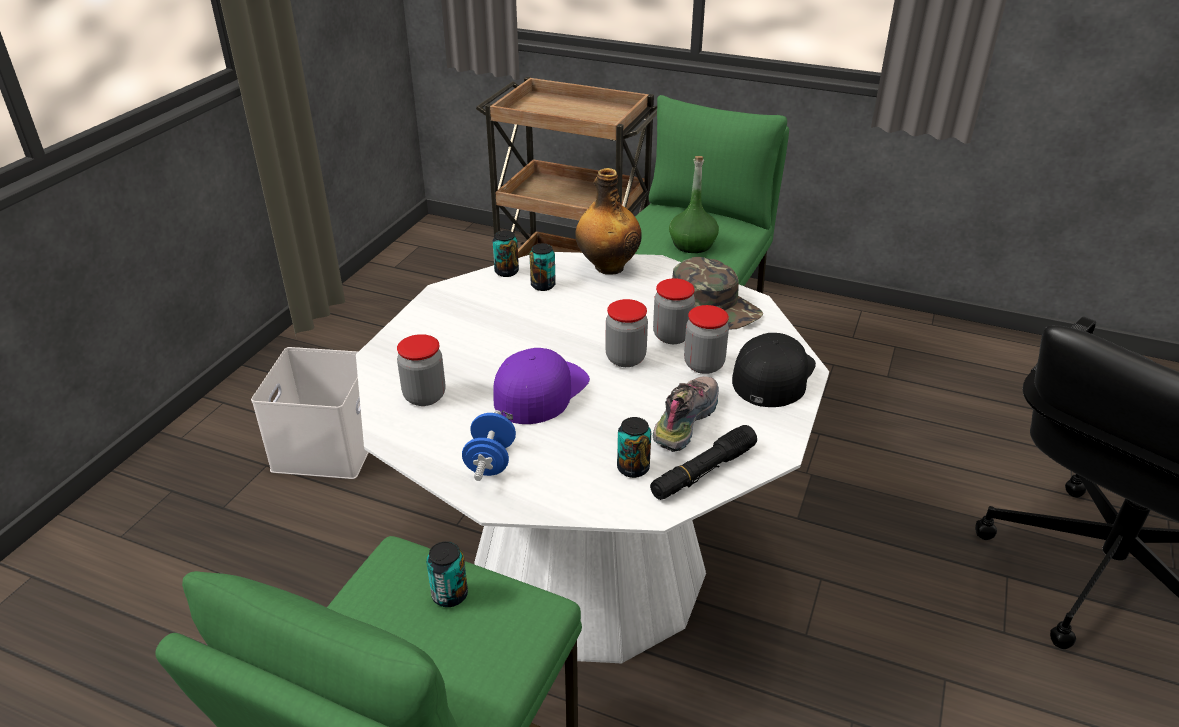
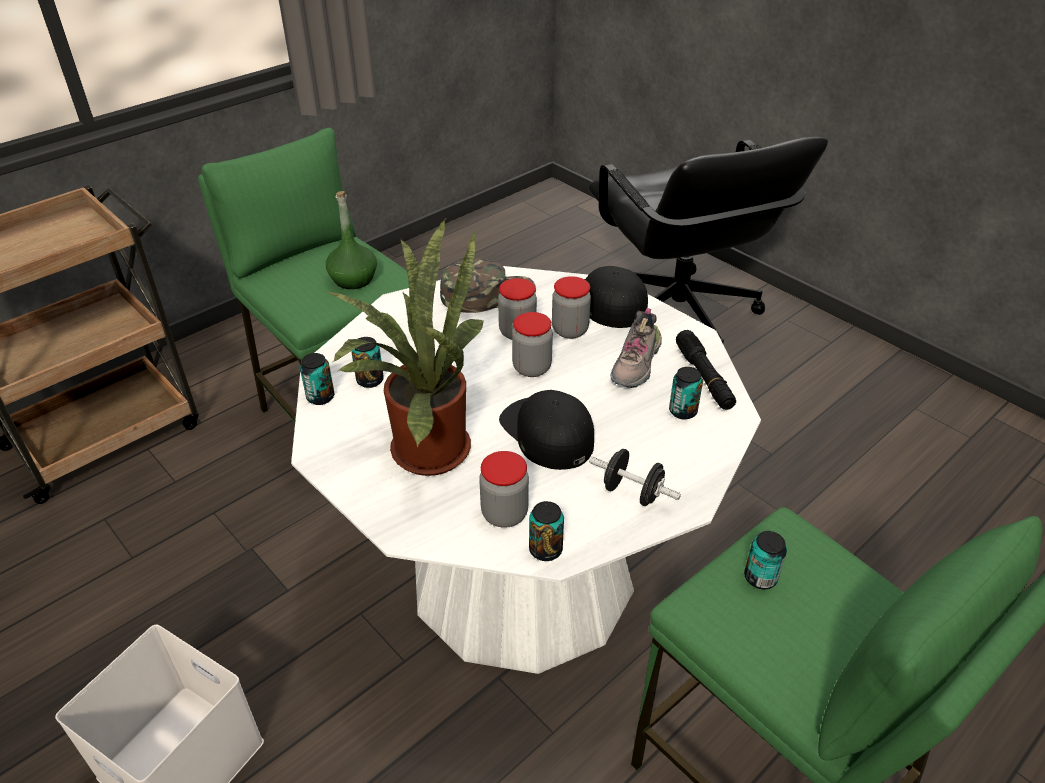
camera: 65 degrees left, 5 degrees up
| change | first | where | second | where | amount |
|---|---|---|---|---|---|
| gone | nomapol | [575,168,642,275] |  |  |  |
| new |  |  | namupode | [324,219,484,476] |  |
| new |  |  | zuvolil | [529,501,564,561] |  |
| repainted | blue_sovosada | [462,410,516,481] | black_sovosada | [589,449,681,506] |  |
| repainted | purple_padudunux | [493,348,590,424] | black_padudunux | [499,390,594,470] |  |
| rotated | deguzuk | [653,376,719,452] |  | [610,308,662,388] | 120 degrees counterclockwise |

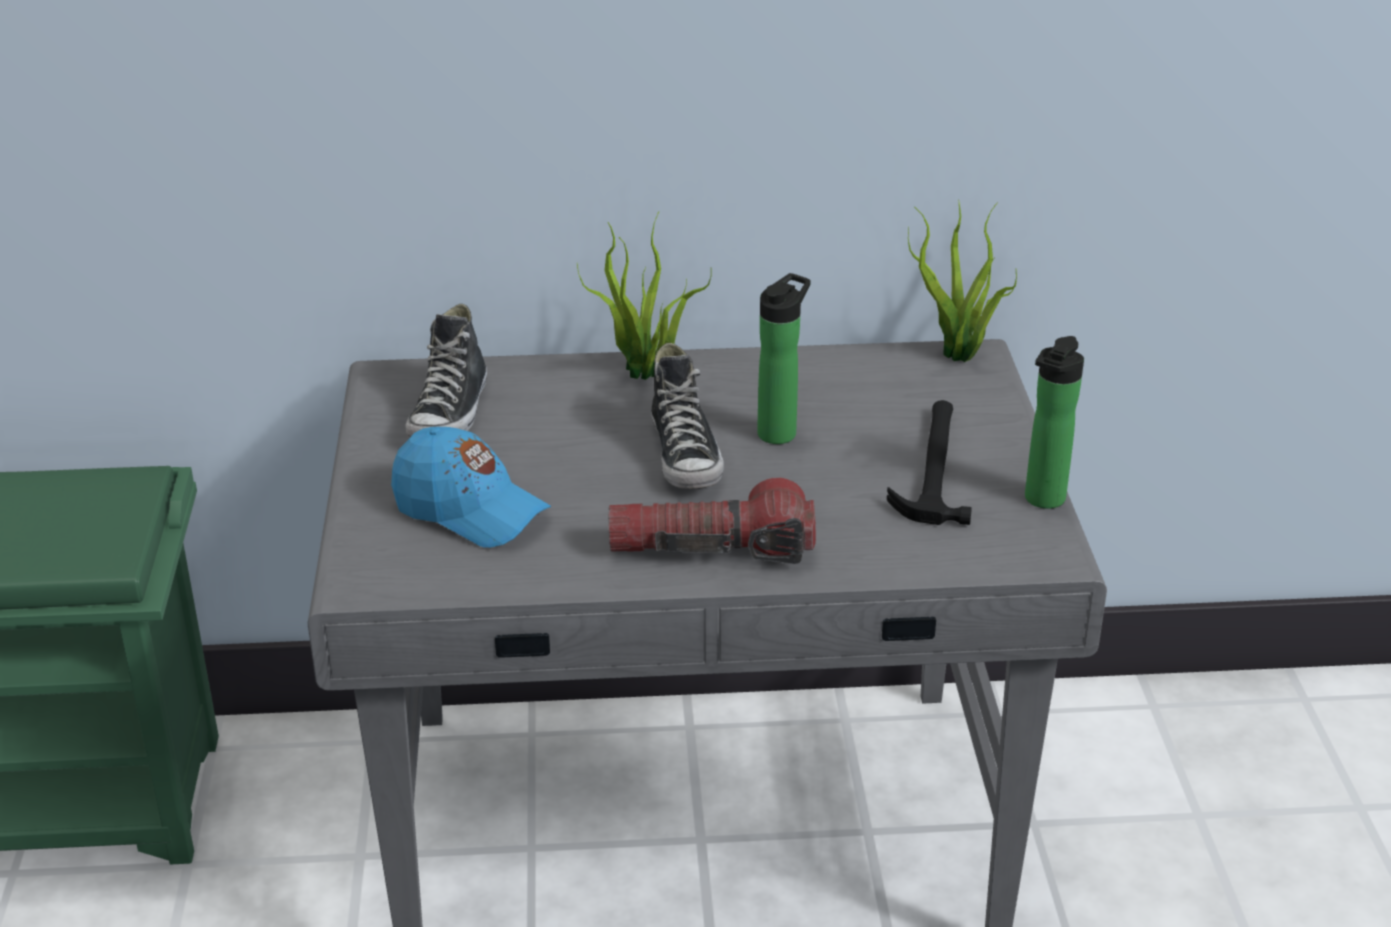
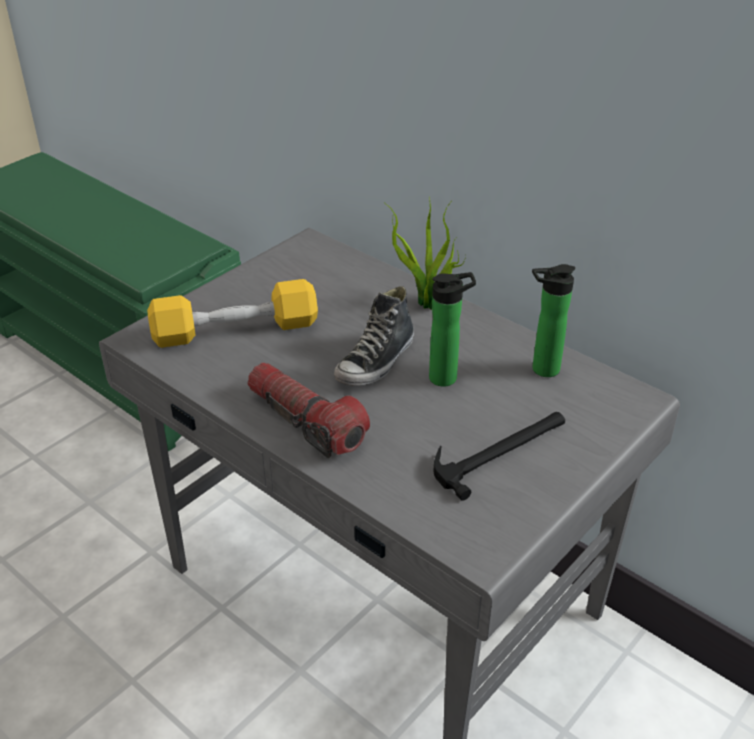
camera: 45 degrees right, 5 degrees up
| change | first | where | second | where | amount |
|---|---|---|---|---|---|
| gone | deguzuk | [406,304,487,439] |  |  |  |
| gone | namupode | [908,202,1017,362] |  |  |  |
| shifted | nomapol | [1025,336,1084,509] |  | [532,264,575,377] |  |
| swapped | blue_padudunux | [391,427,551,548] | yellow_sovosada | [147,279,318,348] |  |

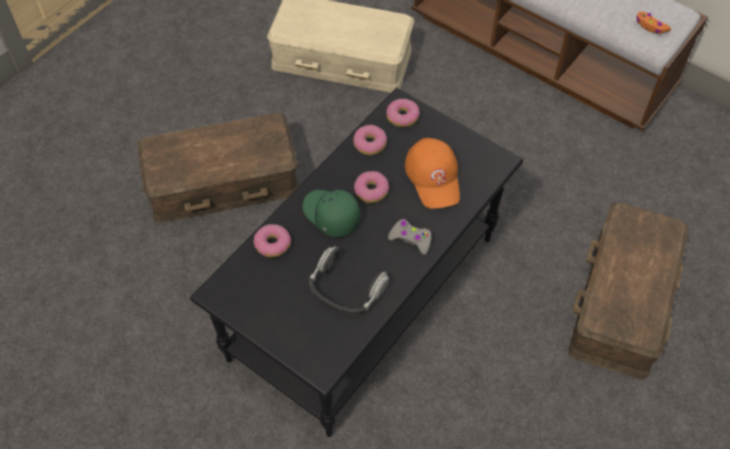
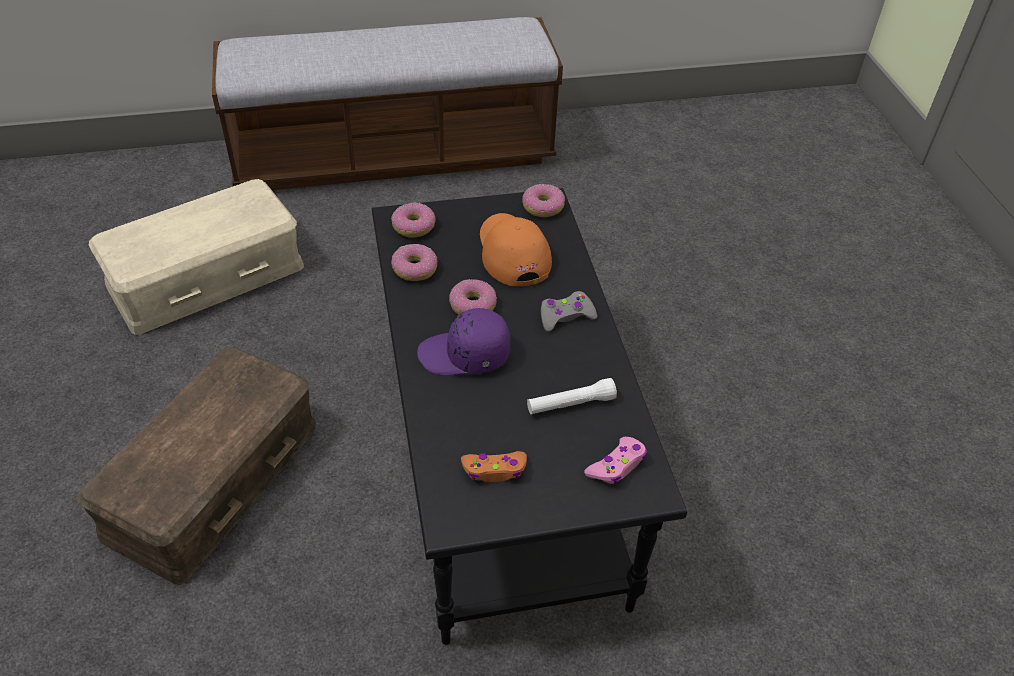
camera: 50 degrees left, 10 degrees down
| change | first | where | second | where | amount |
|---|---|---|---|---|---|
| gone | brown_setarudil | [568,203,688,380] |  |  |  |
| new |  |  | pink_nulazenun | [584,437,647,484] |  |
| shifted | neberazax | [254,224,291,257] |  | [522,184,565,217] |  |
| shifted | orange_nulazenun | [636,11,671,34] |  | [461,451,527,482] |  |
| swapped | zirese | [309,246,389,314] | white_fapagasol | [527,378,617,415] |  |
| repainted | green_padudunux | [302,189,360,237] | purple_padudunux | [417,308,510,376] |  |
| rotated | orange_padudunux | [405,138,460,209] |  | [480,213,552,286] | 135 degrees counterclockwise |

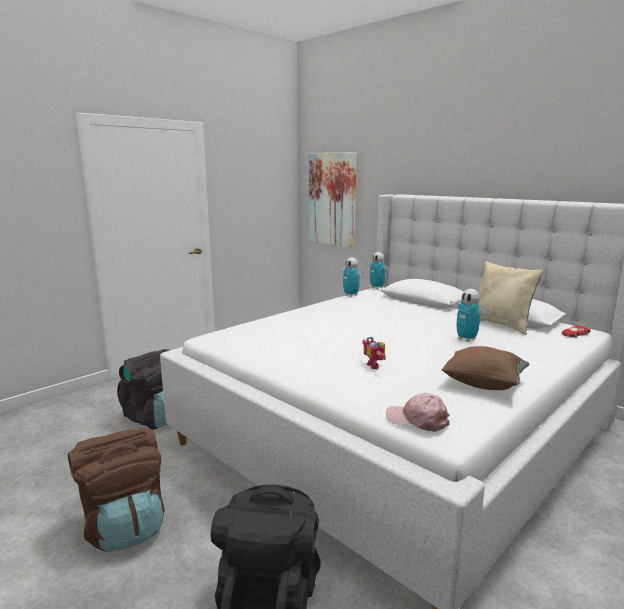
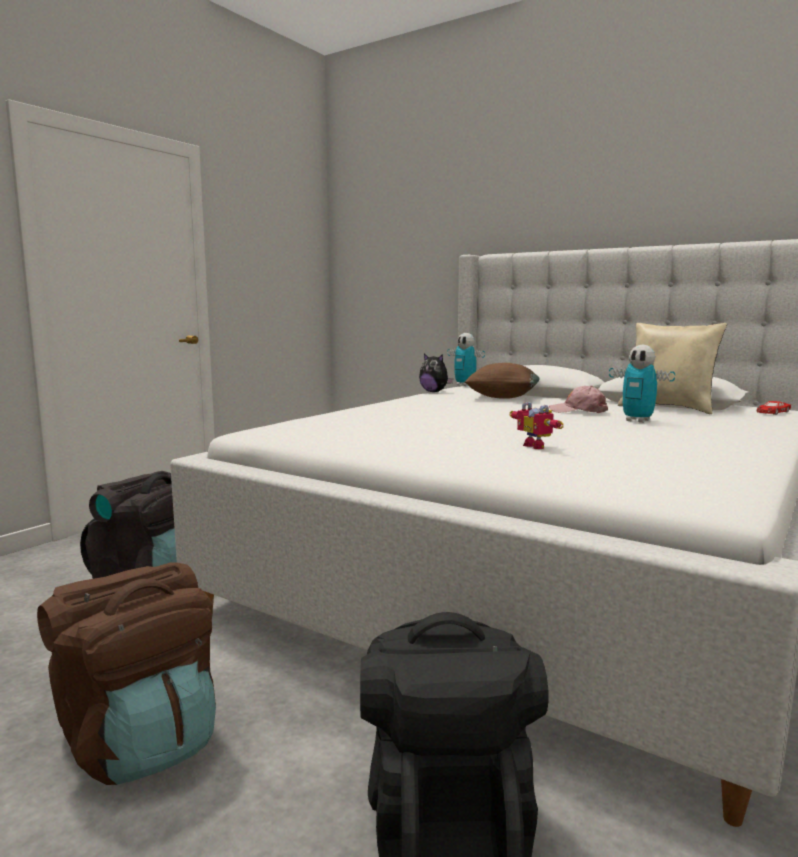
camera: 10 degrees left, 5 degrees down
| change | first | where | second | where | amount |
|---|---|---|---|---|---|
| gone | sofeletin | [309,152,357,248] |  |  |  |
| shifted | pink_padudunux | [386,393,450,432] |  | [549,386,608,413] |  |
| shifted | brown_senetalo | [441,346,530,390] |  | [465,363,540,399] |  |
| swapped | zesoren | [340,257,364,297] | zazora | [419,353,453,392] |  |

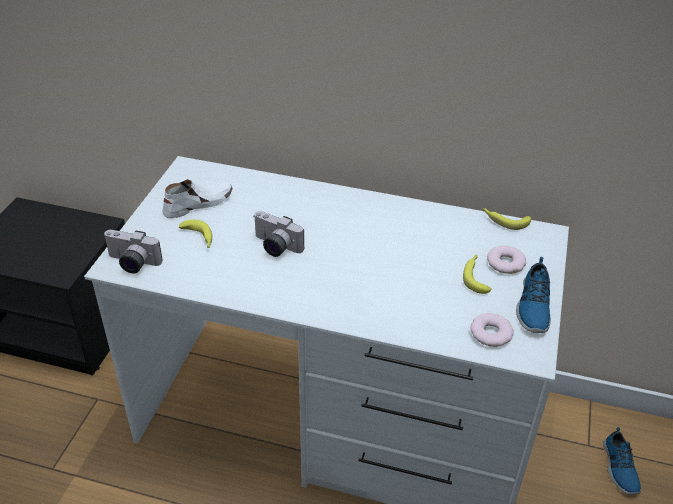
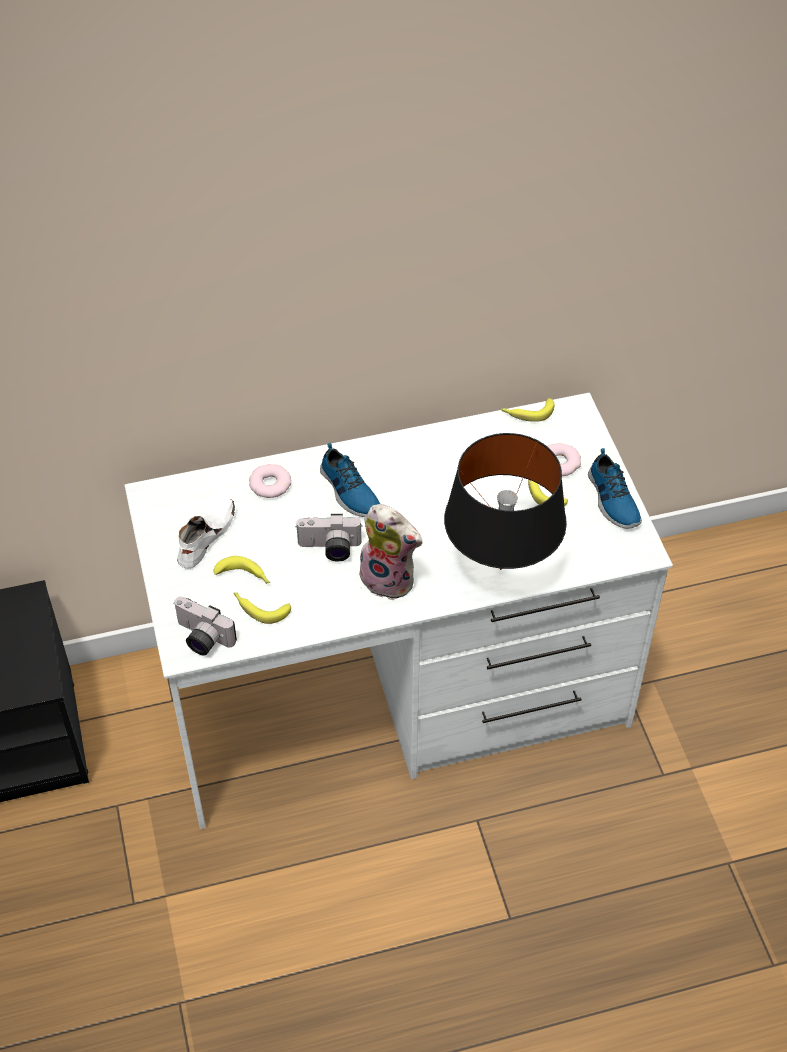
camera: 30 degrees left, 10 degrees up
| change | first | where | second | where | amount |
|---|---|---|---|---|---|
| new |  |  | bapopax | [233,592,291,624] |  |
| new |  |  | zazora | [358,504,422,600] |  |
| new |  |  | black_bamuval | [444,433,567,570] |  |
| shifted | neberazax | [470,313,514,347] |  | [249,464,291,498] |  |
| shifted | deguzuk | [603,427,641,495] |  | [320,443,380,517] |  |
| rotated | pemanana | [103,230,163,273] |  | [173,597,237,656] | 45 degrees clockwise |

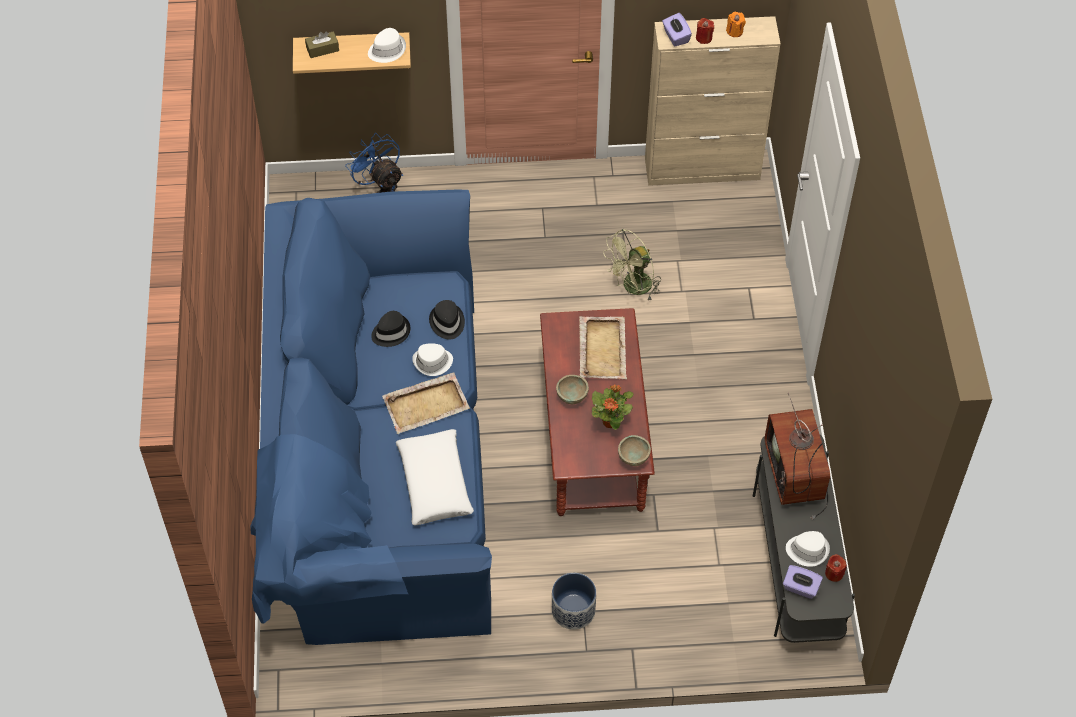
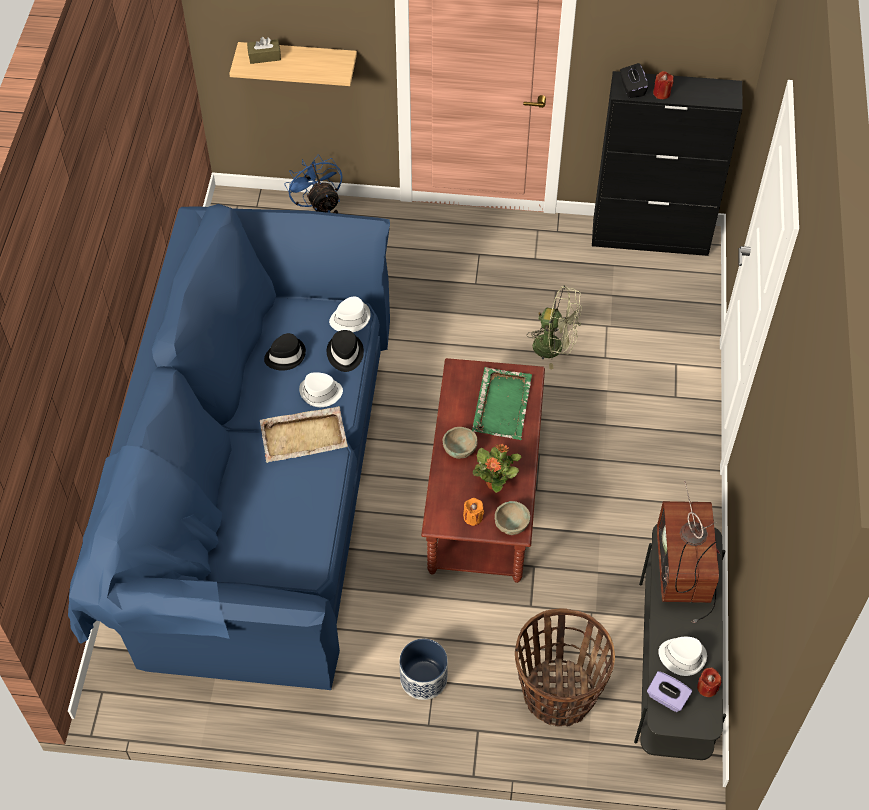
camera: 10 degrees right, 0 degrees up
| change | first | where | second | where | amount |
|---|---|---|---|---|---|
| gone | white_senetalo | [396,429,474,525] |  |  |  |
| new |  |  | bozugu | [515,608,615,727] |  |
| shifted | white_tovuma | [368,28,406,63] |  | [329,296,371,332] |  |
| shifted | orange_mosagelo | [726,12,746,37] |  | [463,498,484,526] |  |
| repainted | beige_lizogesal | [579,316,627,379] | green_lizogesal | [472,367,532,440] |  |
| repainted | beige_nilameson | [645,16,781,186] | black_nilameson | [592,71,743,256] |  |
| repainted | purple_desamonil | [662,13,692,46] | black_desamonil | [620,63,648,98] |  |
| rotated | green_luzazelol | [603,229,661,302] |  | [526,285,582,369] | 135 degrees counterclockwise |

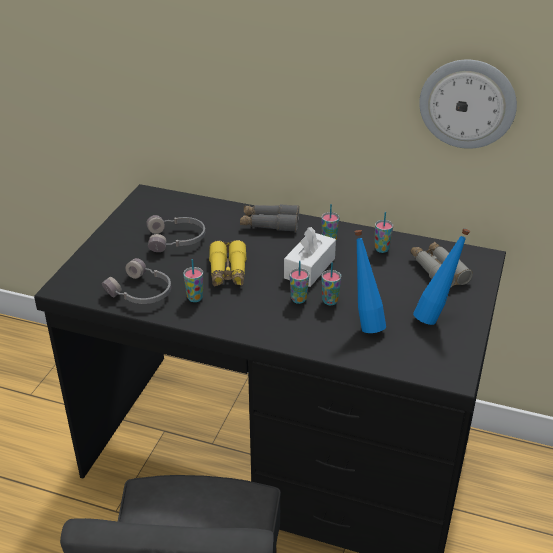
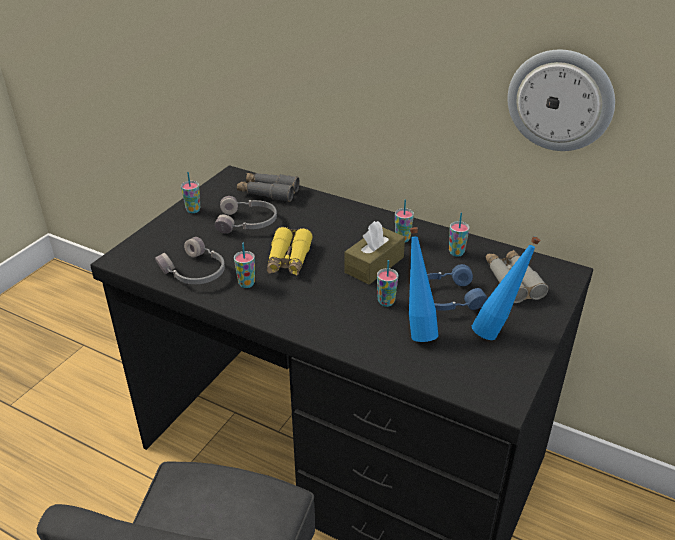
camera: 10 degrees right, 0 degrees up
| change | first | where | second | where | amount |
|---|---|---|---|---|---|
| new |  |  | blue_zirese | [427,264,488,311] |  |
| shifted | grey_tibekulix | [240,204,299,232] |  | [237,173,300,202] |  |
| shifted | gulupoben | [290,260,309,304] |  | [181,172,200,213] |  |
| repainted | white_desamonil | [284,227,336,287] | brown_desamonil | [344,221,405,284] |  |

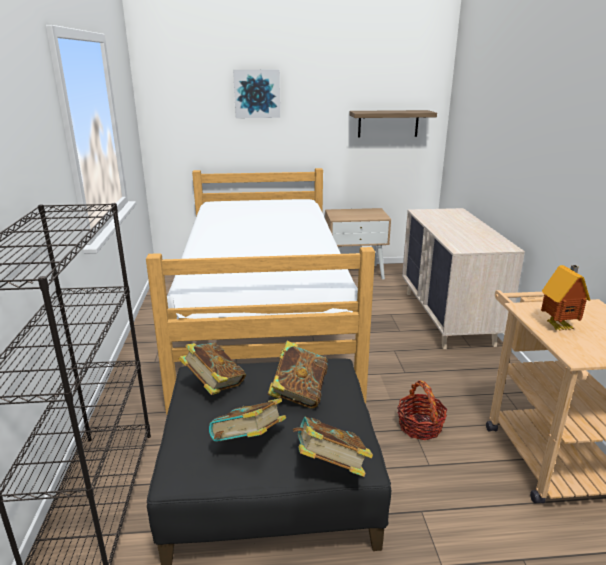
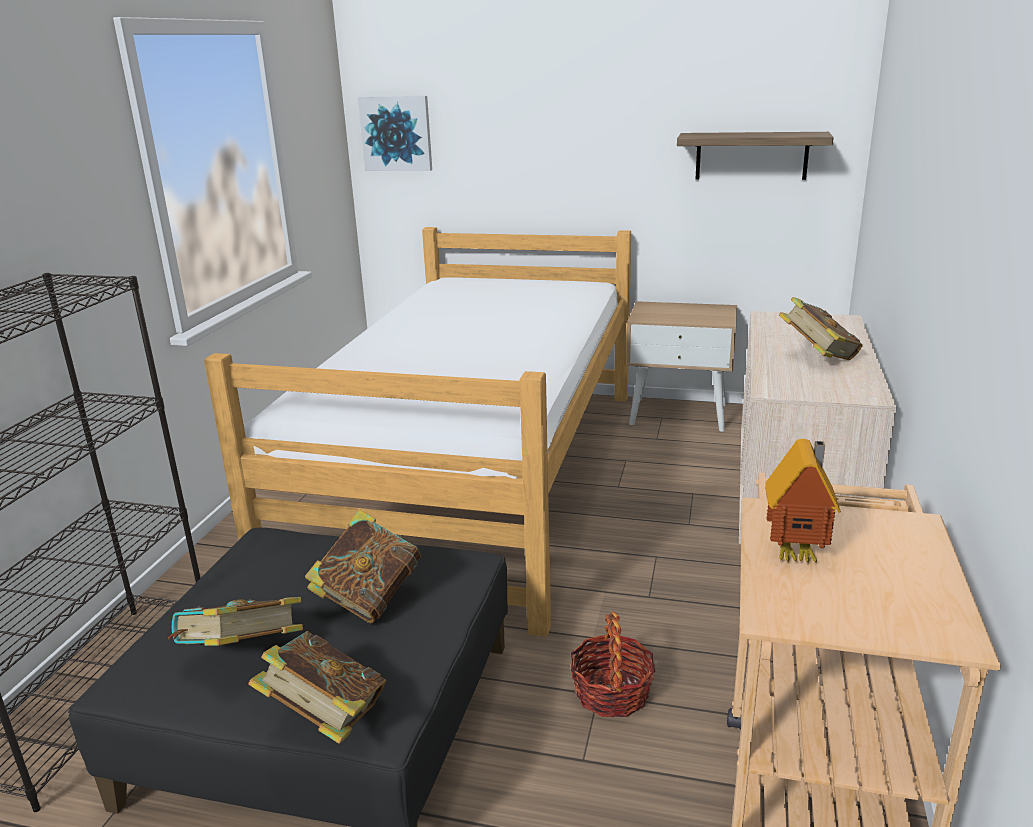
camera: 20 degrees right, 0 degrees up
| change | first | where | second | where | amount |
|---|---|---|---|---|---|
| shifted | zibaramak | [178,343,246,395] |  | [779,297,863,360] |  |
| shifted | sofeletin | [233,70,280,118] |  | [358,96,432,171] |  |

